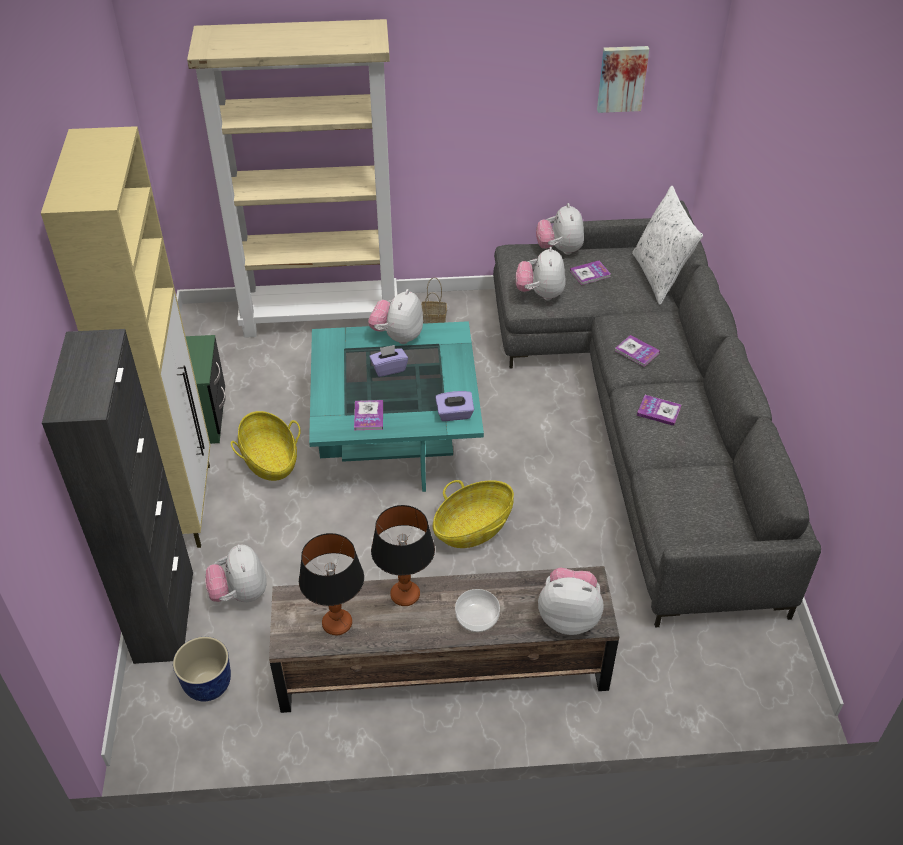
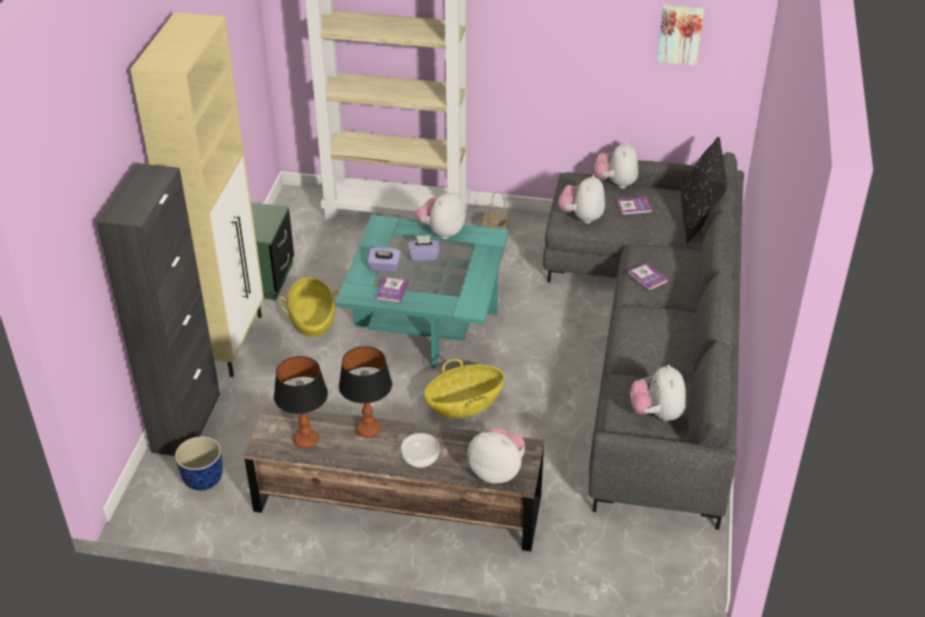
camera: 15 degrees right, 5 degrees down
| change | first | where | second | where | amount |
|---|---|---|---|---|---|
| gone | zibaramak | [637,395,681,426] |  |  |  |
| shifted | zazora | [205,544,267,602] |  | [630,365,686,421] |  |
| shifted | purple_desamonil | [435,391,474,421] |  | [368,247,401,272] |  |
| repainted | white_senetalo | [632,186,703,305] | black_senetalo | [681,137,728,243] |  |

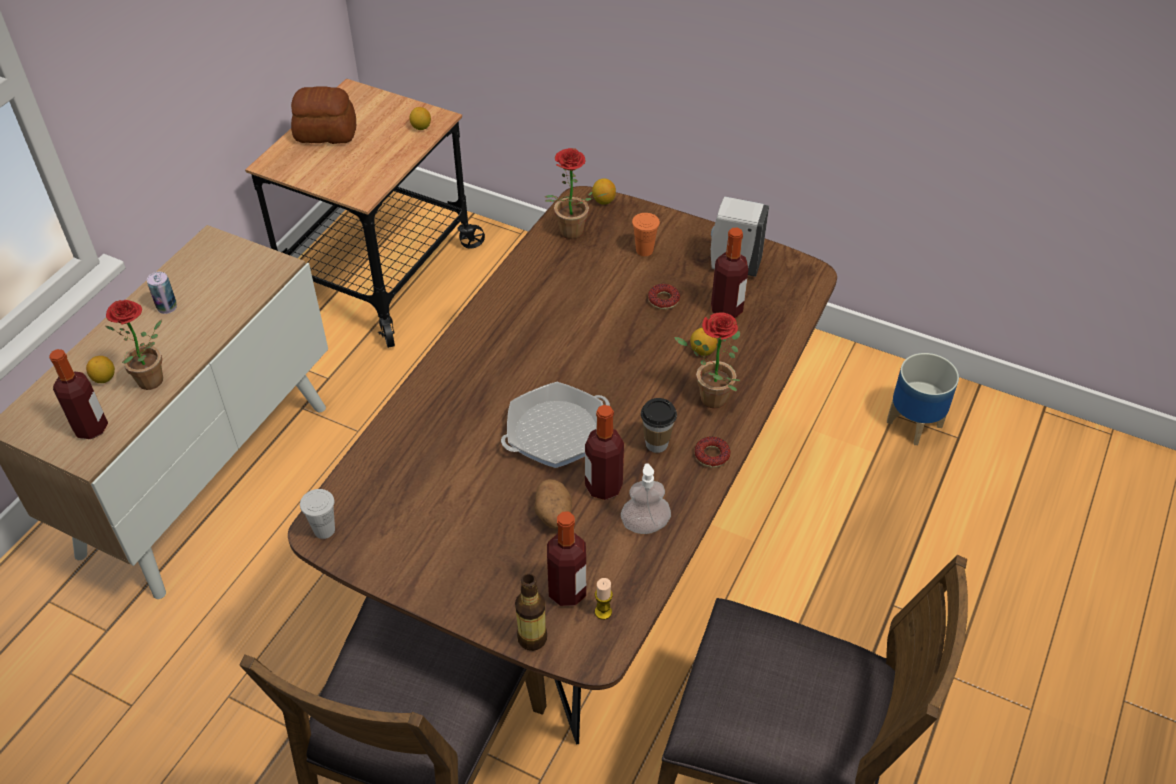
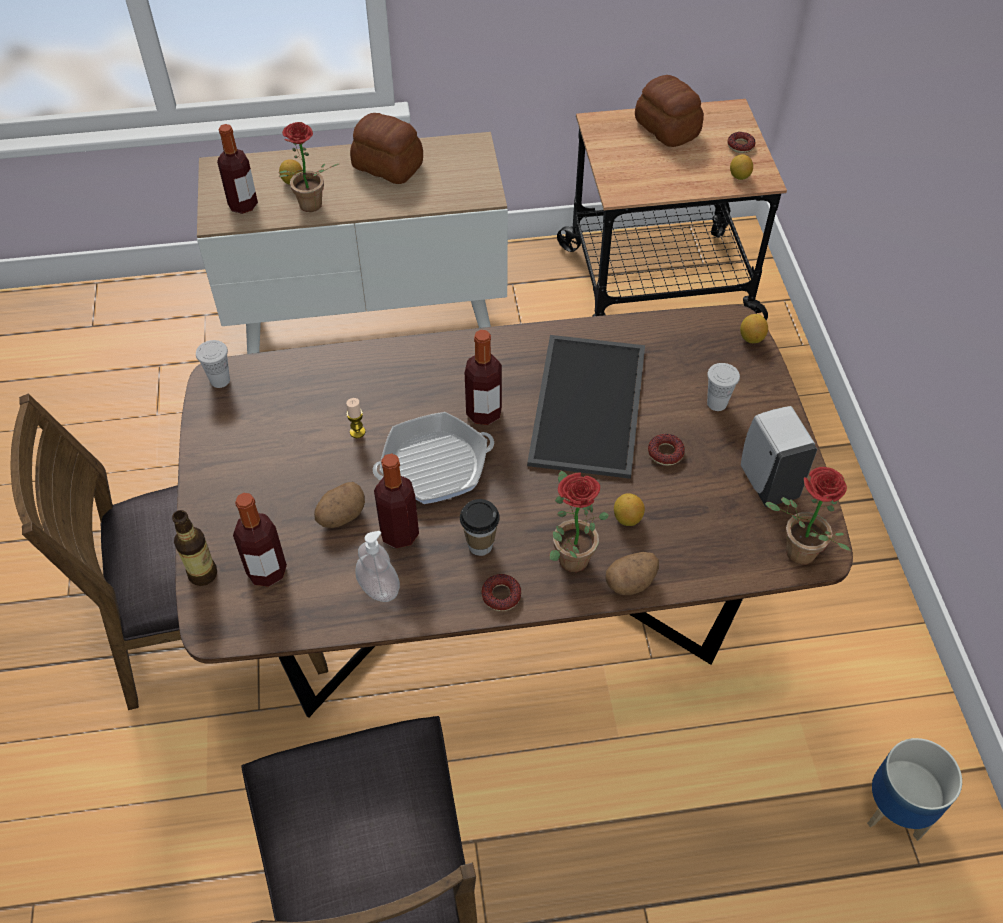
camera: 55 degrees right, 5 degrees up
| change | first | where | second | where | amount |
|---|---|---|---|---|---|
| new |  |  | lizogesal | [527,335,645,479] |  |
| new |  |  | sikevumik | [605,552,659,595] |  |
| new |  |  | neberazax | [728,132,756,153] |  |
| shifted | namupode | [545,148,607,239] |  | [765,467,851,565] |  |
| shifted | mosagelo | [595,578,613,620] |  | [346,398,365,438] |  |
| shifted | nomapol | [711,228,748,318] |  | [465,330,502,425] |  |
| swapped | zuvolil | [147,272,177,314] | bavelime | [350,113,423,184] |  |
| repainted | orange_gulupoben | [632,213,660,256] | white_gulupoben | [707,363,740,411] |  |
| rotated | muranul | [501,382,610,468] |  | [373,412,494,504] | 135 degrees clockwise |

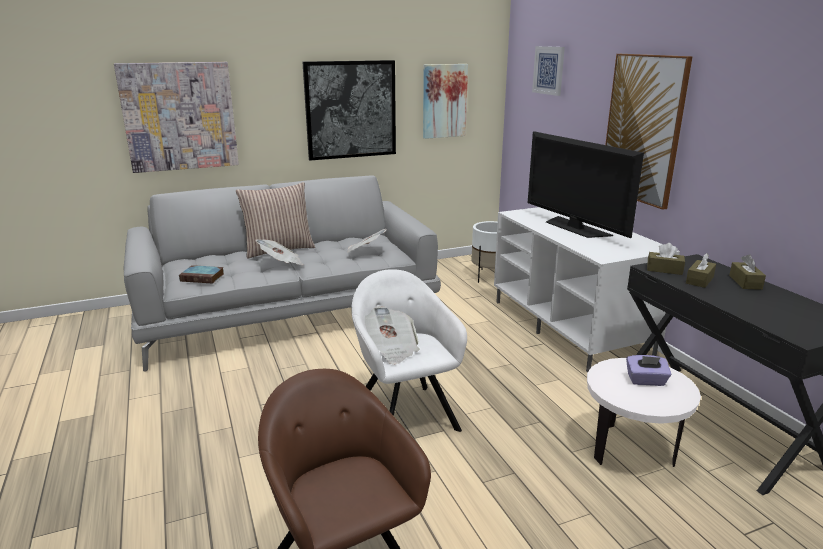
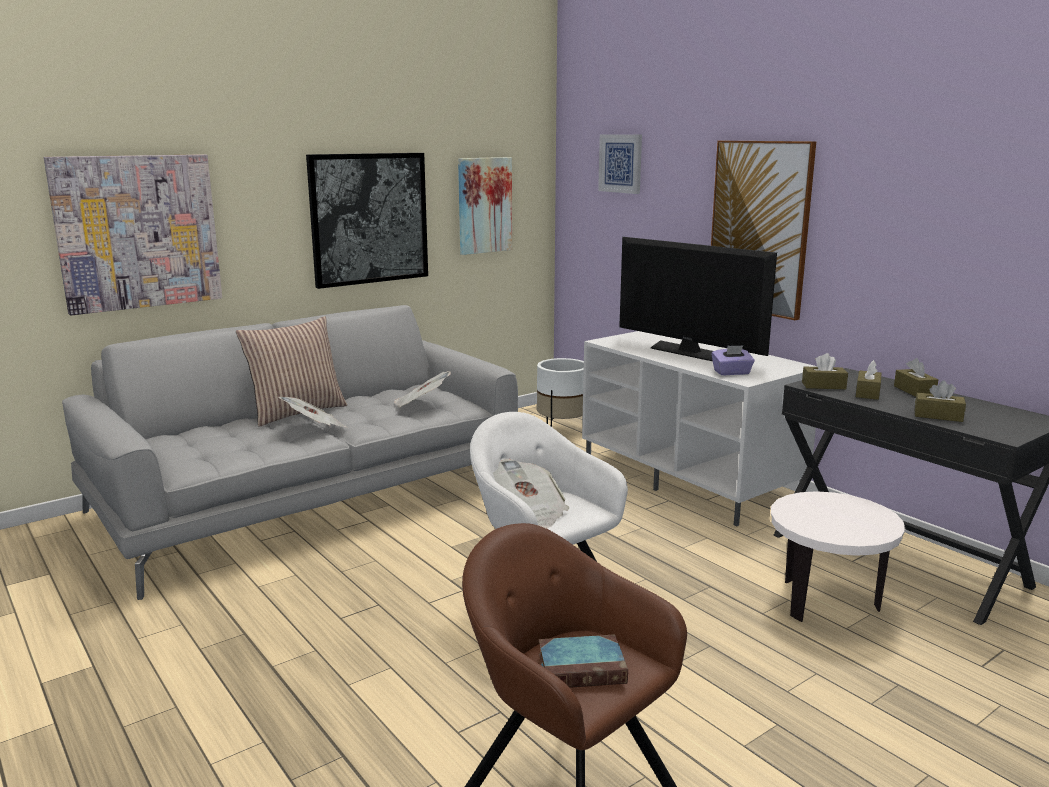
camera: 15 degrees left, 5 degrees down
| change | first | where | second | where | amount |
|---|---|---|---|---|---|
| new |  |  | brown_desamonil | [915,381,966,422] |  |
| shifted | zibaramak | [179,265,224,284] |  | [539,635,628,688] |  |
| shifted | purple_desamonil | [626,355,671,386] |  | [712,345,755,375] |  |

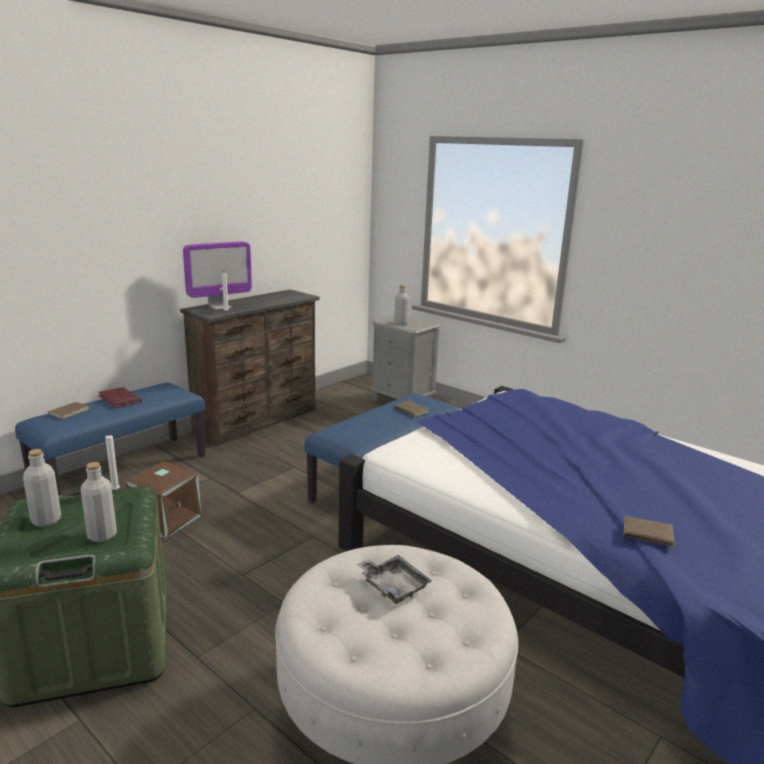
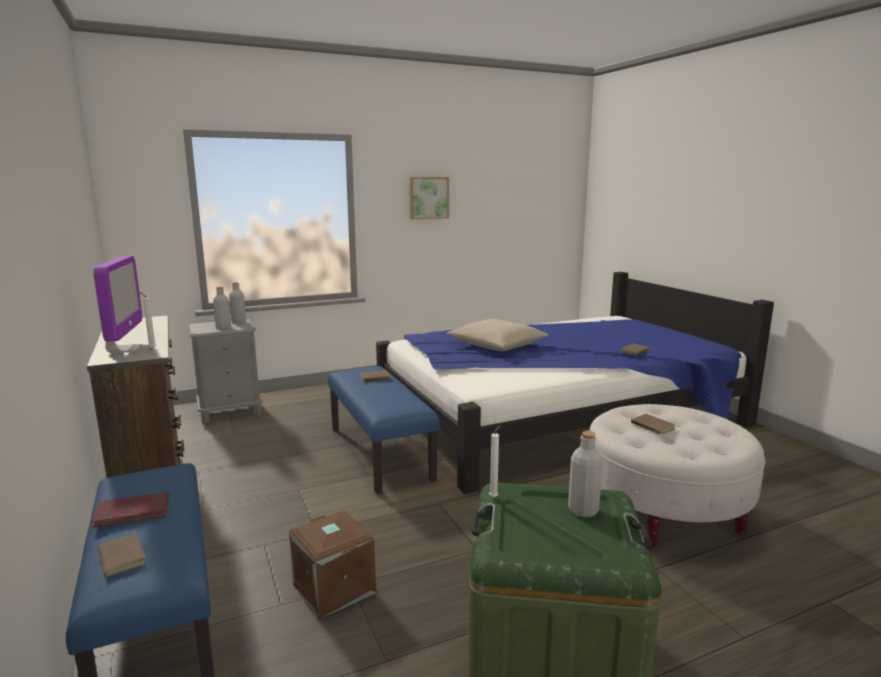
camera: 65 degrees left, 5 degrees down
| change | first | where | second | where | amount |
|---|---|---|---|---|---|
| new |  |  | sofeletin | [410,177,449,219] |  |
| new |  |  | beige_senetalo | [446,319,548,351] |  |
| shifted | grey_nomapol | [23,449,61,527] |  | [229,282,246,323] |  |
| swapped | grey_lizogesal | [357,555,432,604] | brown_zibaramak | [631,414,675,434] |  |

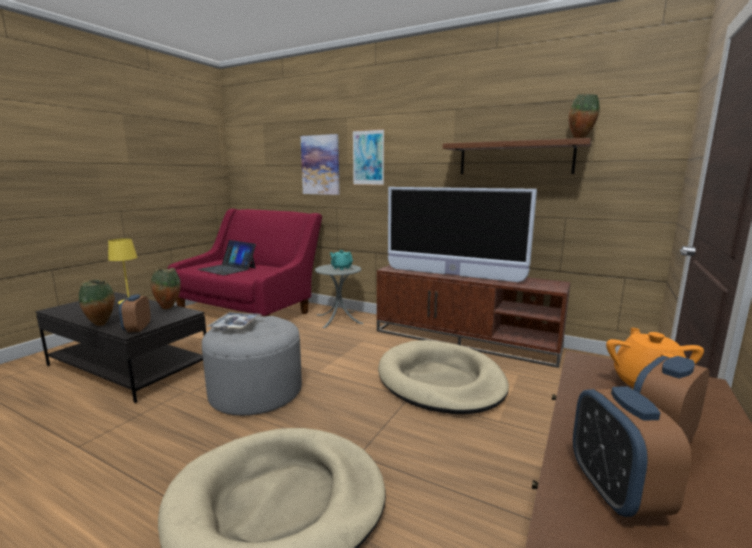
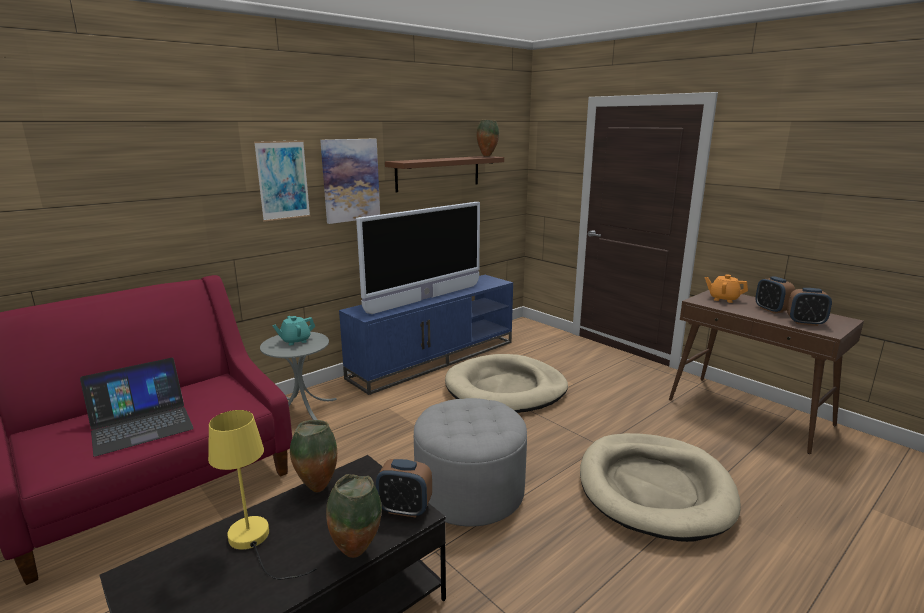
camera: 70 degrees left, 5 degrees up
| change | first | where | second | where | amount |
|---|---|---|---|---|---|
| gone | lizogesal | [208,312,261,330] |  |  |  |
| shifted | sofeletin | [301,134,340,195] |  | [320,139,380,224] |  |
| repainted | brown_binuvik | [377,265,570,368] | blue_binuvik | [339,275,513,395] |  |

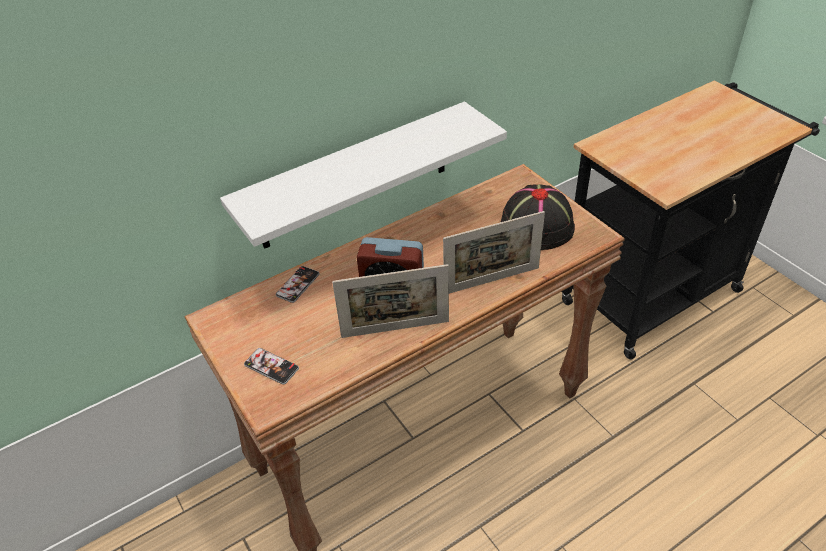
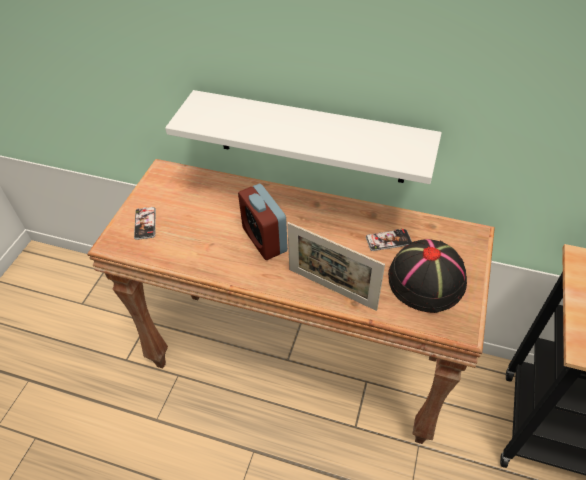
camera: 50 degrees right, 5 degrees up
| change | first | where | second | where | amount |
|---|---|---|---|---|---|
| gone | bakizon | [332,264,449,338] |  |  |  |
| shifted | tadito | [275,266,320,303] |  | [366,229,412,251] |  |

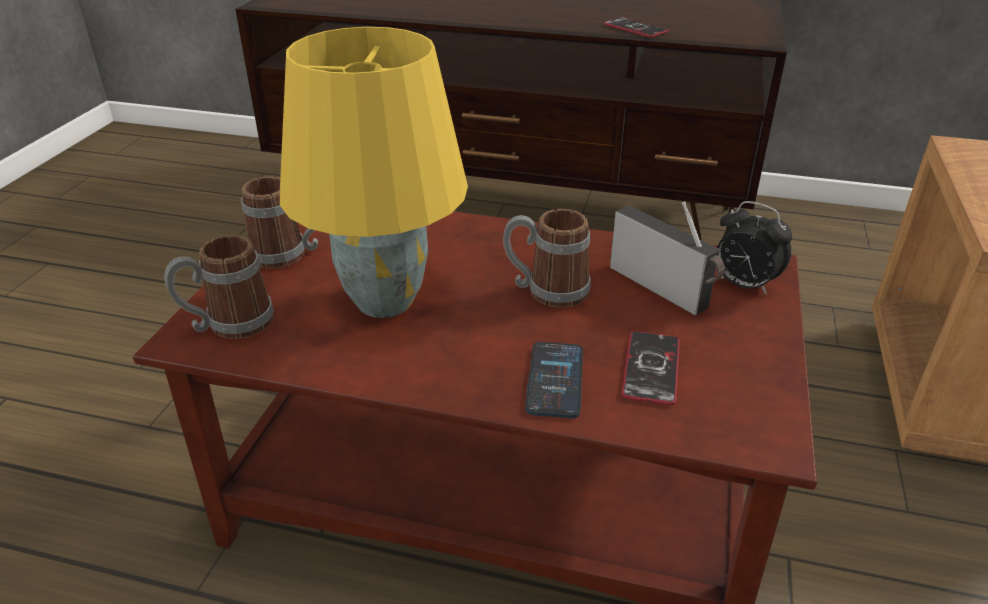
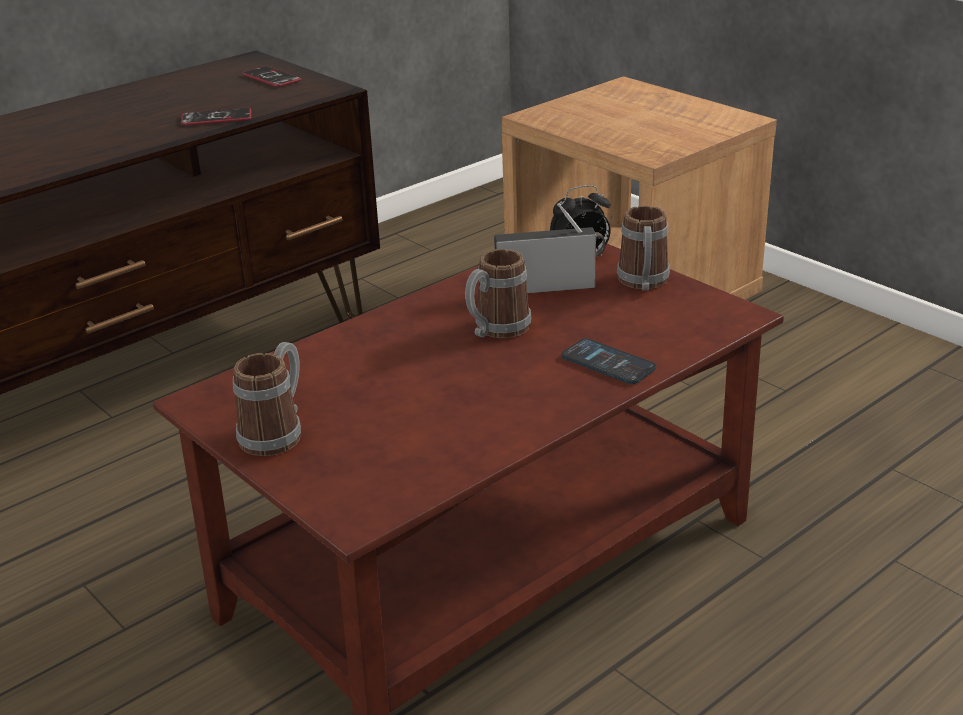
camera: 55 degrees left, 5 degrees down
| change | first | where | second | where | amount |
|---|---|---|---|---|---|
| gone | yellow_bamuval | [280,27,468,318] |  |  |  |
| shifted | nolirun | [164,235,274,339] |  | [617,206,670,291] |  |
| shifted | tadito | [622,331,680,405] |  | [242,66,301,87] |  |

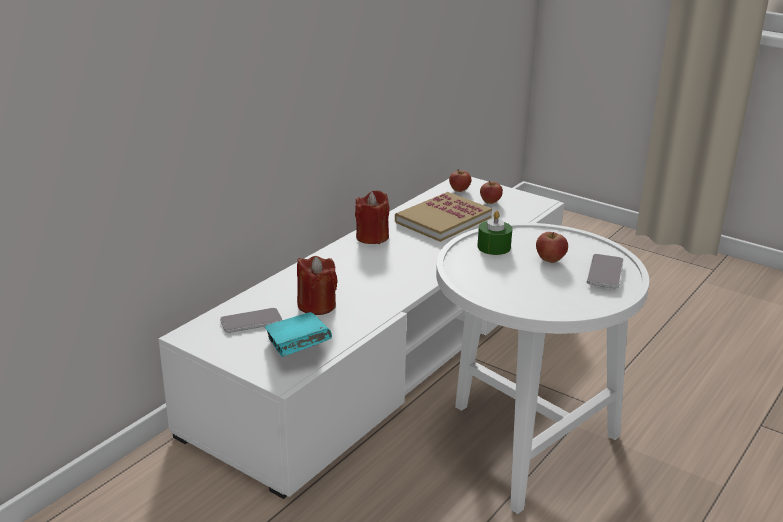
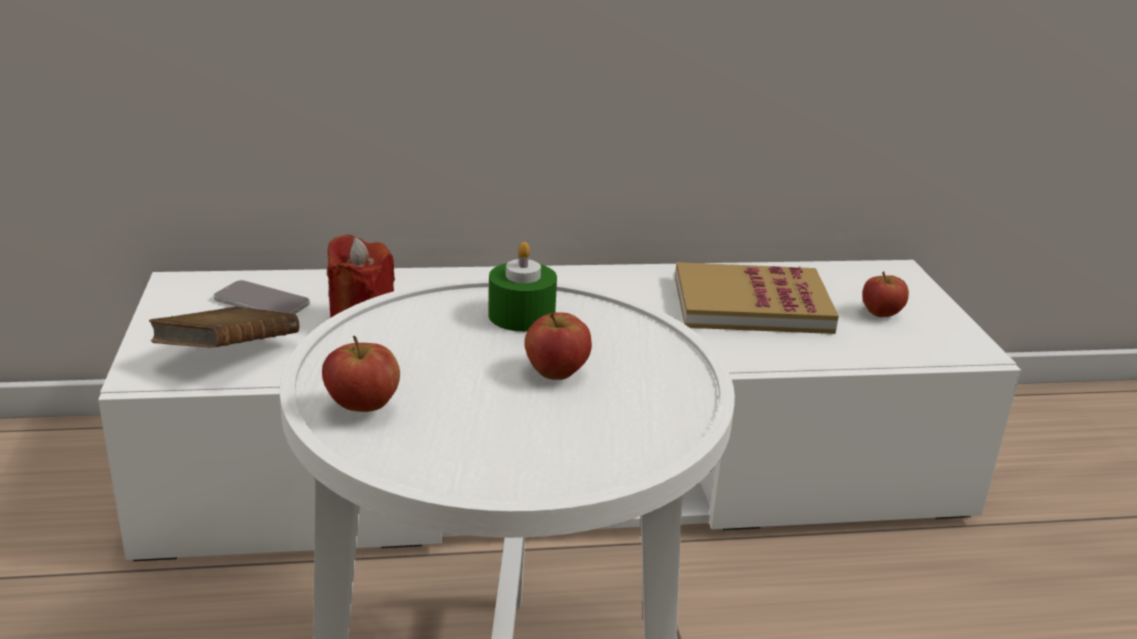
camera: 45 degrees right, 0 degrees up
| change | first | where | second | where | amount |
|---|---|---|---|---|---|
| gone | red_mosagelo | [355,191,389,244] |  |  |  |
| gone | tadito | [587,254,624,288] |  |  |  |
| shifted | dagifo | [449,169,472,192] |  | [322,336,400,412] |  |
| repainted | turquoise_zibaramak | [265,312,332,357] | brown_zibaramak | [149,307,299,347] |  |

